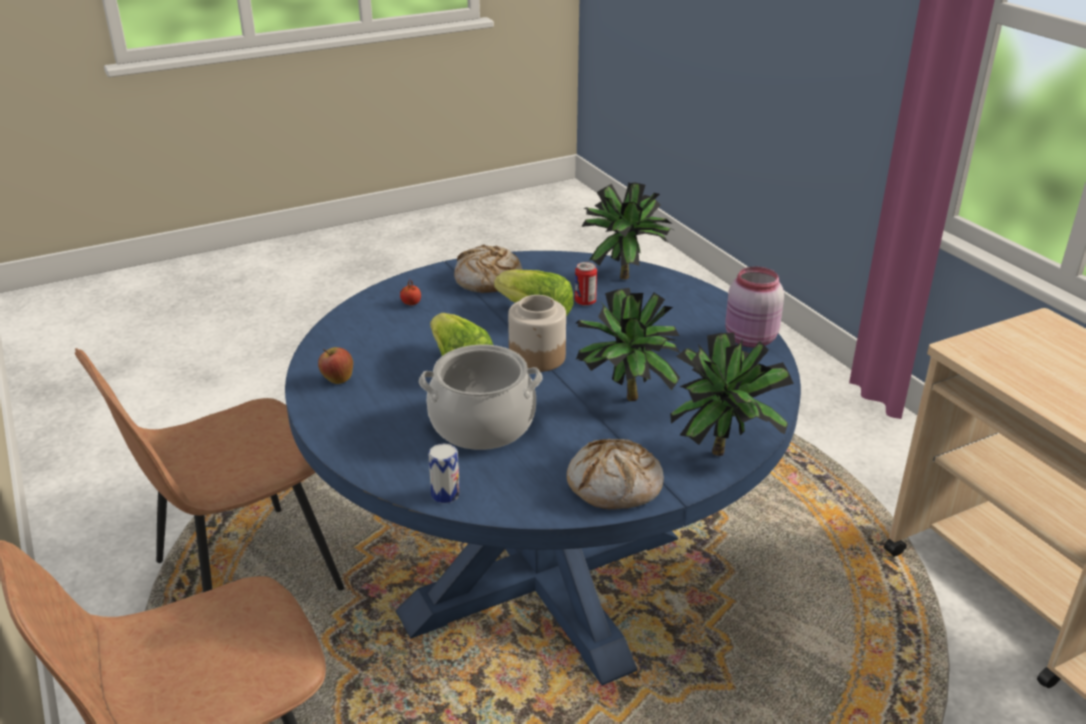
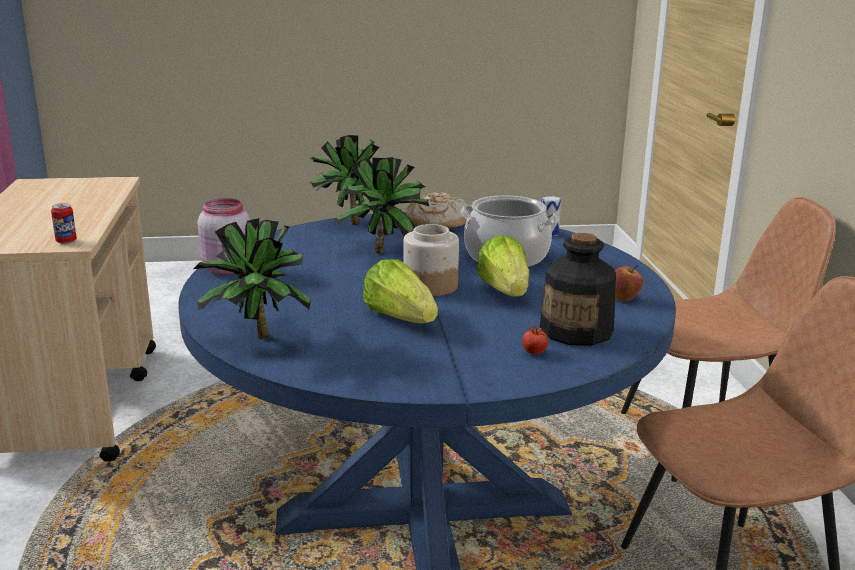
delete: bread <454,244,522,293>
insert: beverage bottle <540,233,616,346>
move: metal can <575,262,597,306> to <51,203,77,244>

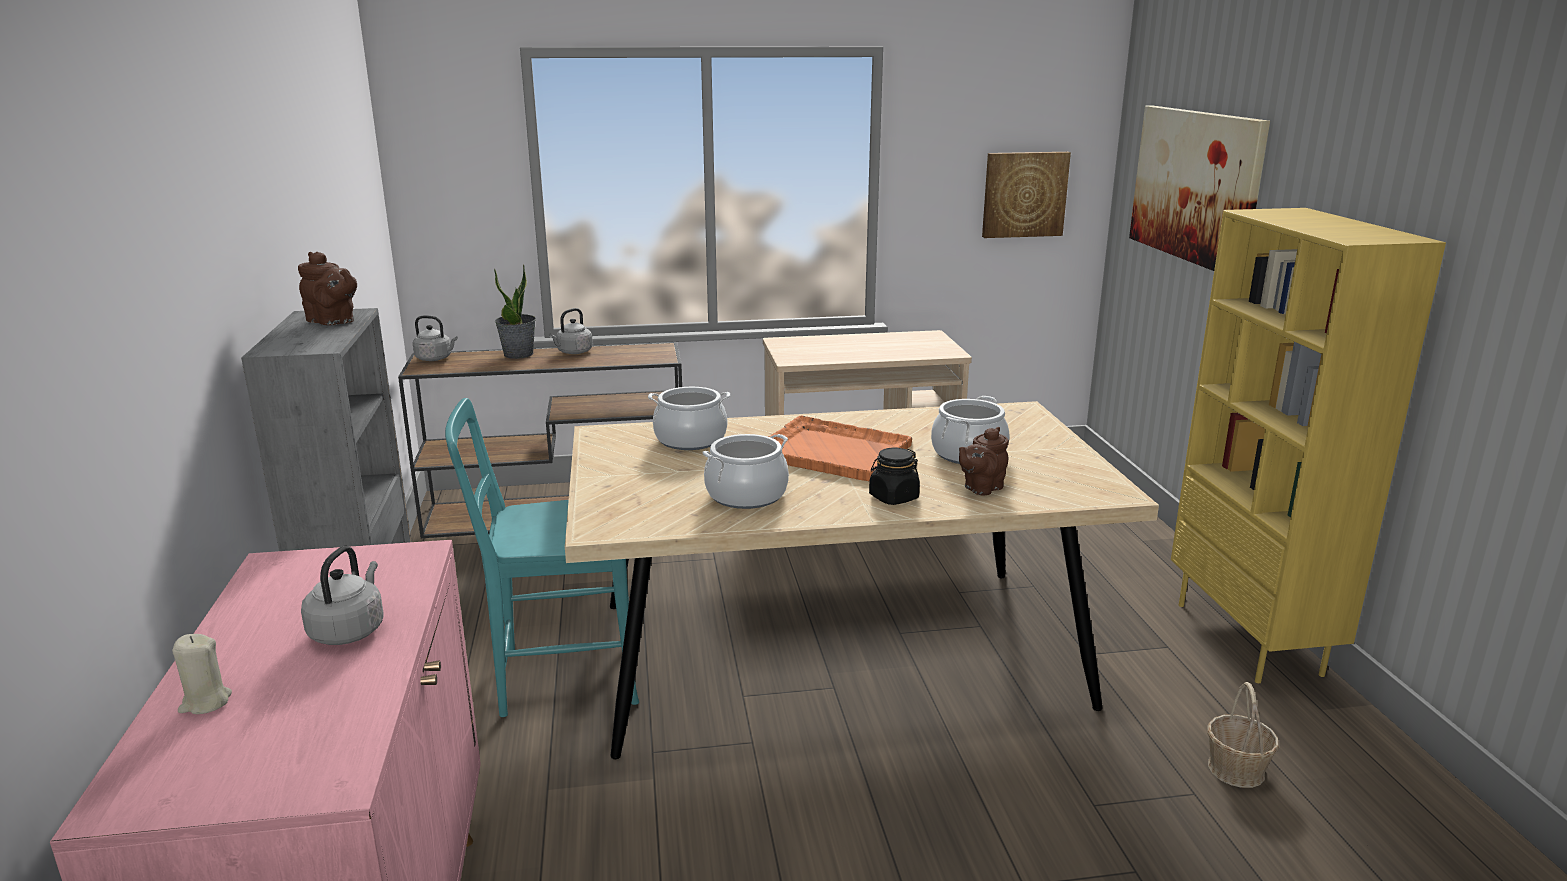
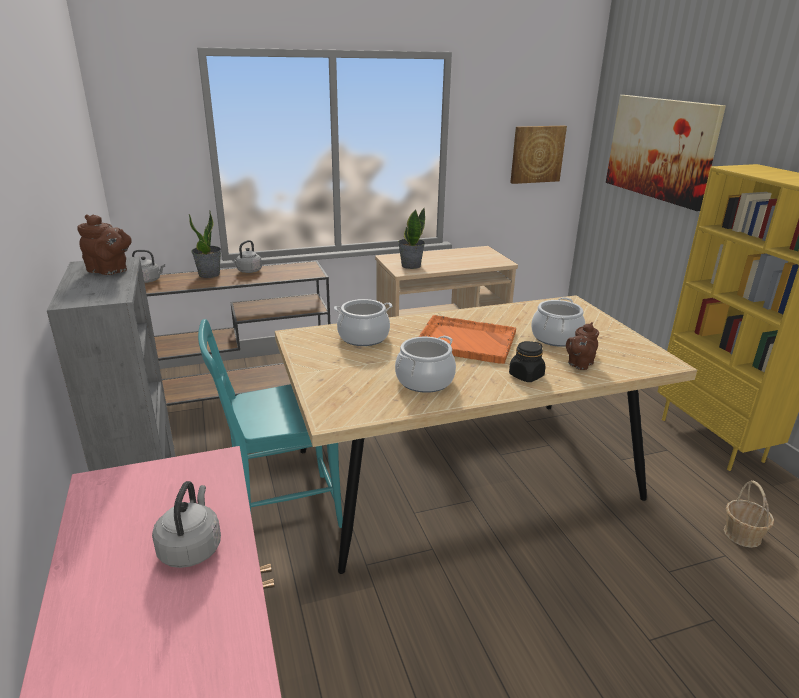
delete: beige-coloured wax candle <172,634,232,714>
insert: houseplant <398,208,425,269>

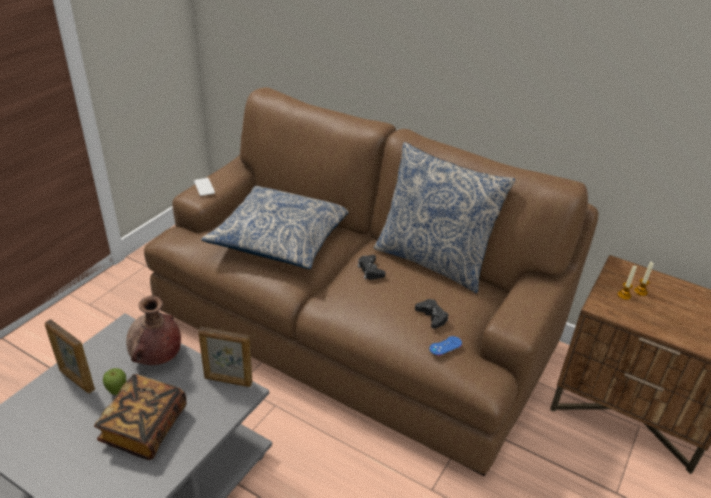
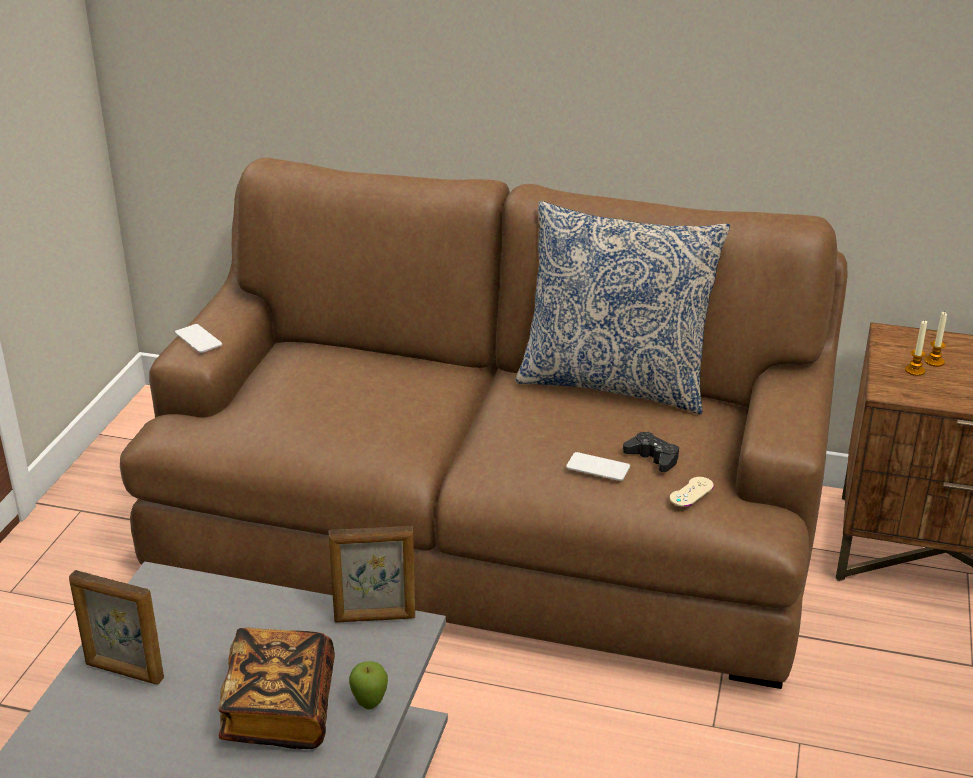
delete: brown decorative vase <126,295,181,365>; cushion <201,186,348,269>; blackish joypad <358,255,385,280>
insert: telephone <566,452,630,481>
move: apple <103,368,126,395> to <349,661,388,710>
recolor: blue joypad <429,336,462,355> to beige-coloured joypad <670,477,714,507>

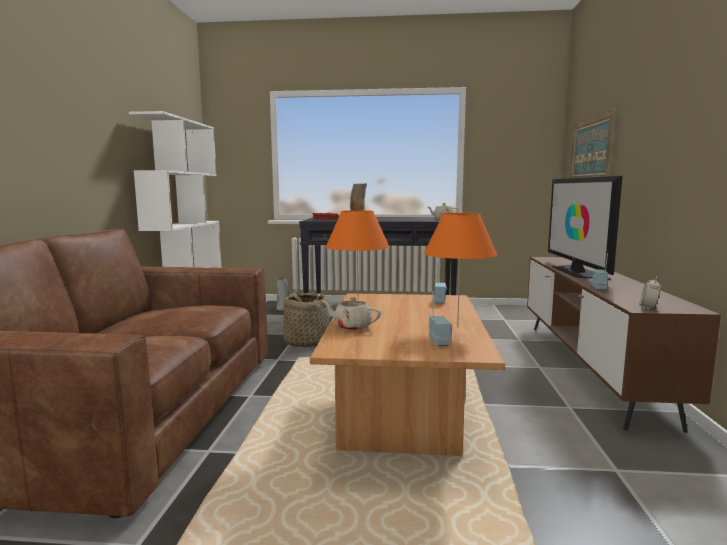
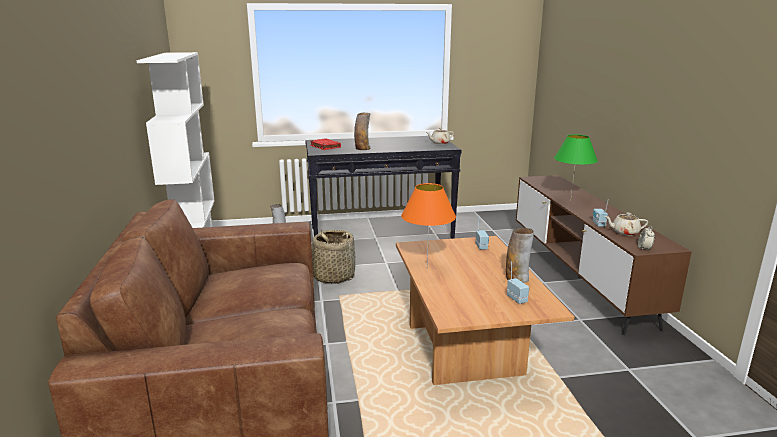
delete: picture <570,109,616,178>
move: beige-coloured teapot <323,297,381,331> to <604,213,648,236>
replace: orange lamp for a table <424,213,497,327> to decorative vase <506,228,534,283>; TV set <548,176,622,280> to greenish lamp for a table <554,134,598,201>

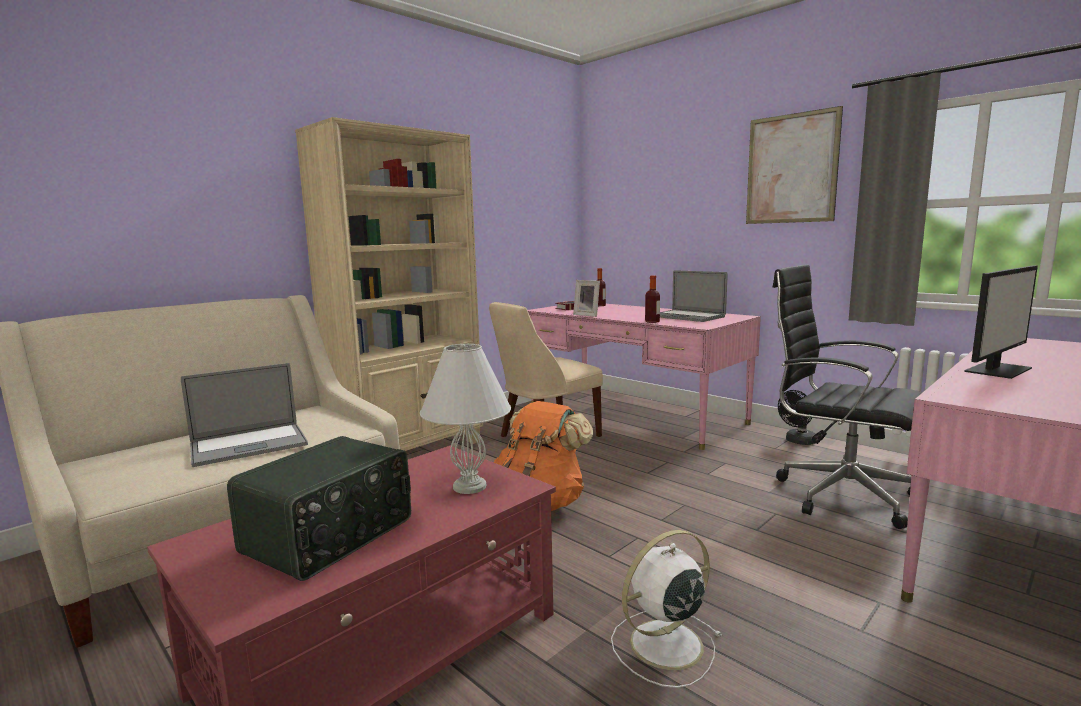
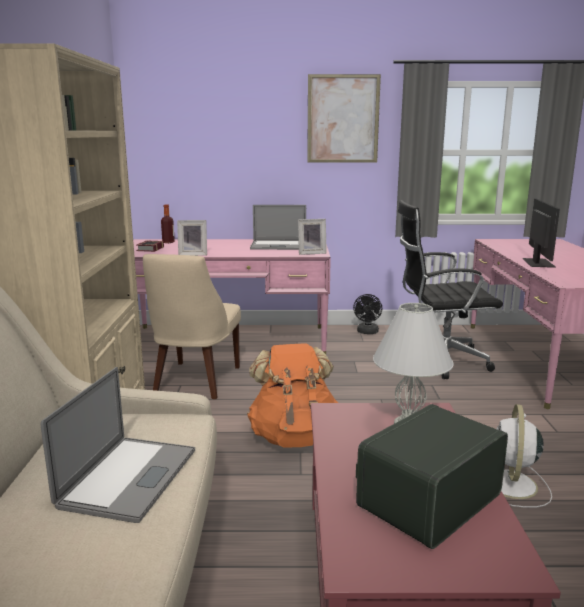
delete: beverage bottle <645,275,660,323>
insert: photo frame <298,219,327,255>
rotate: radio <227,436,411,581> = <356,404,508,549> 120 degrees counterclockwise

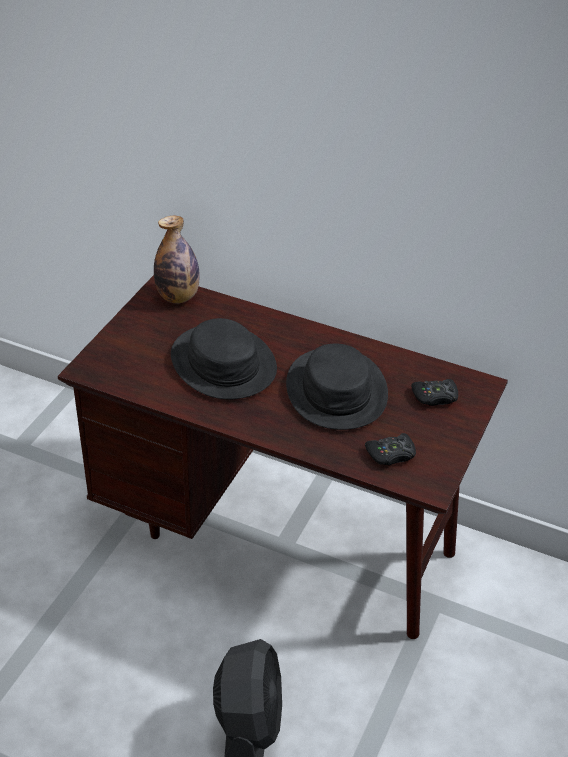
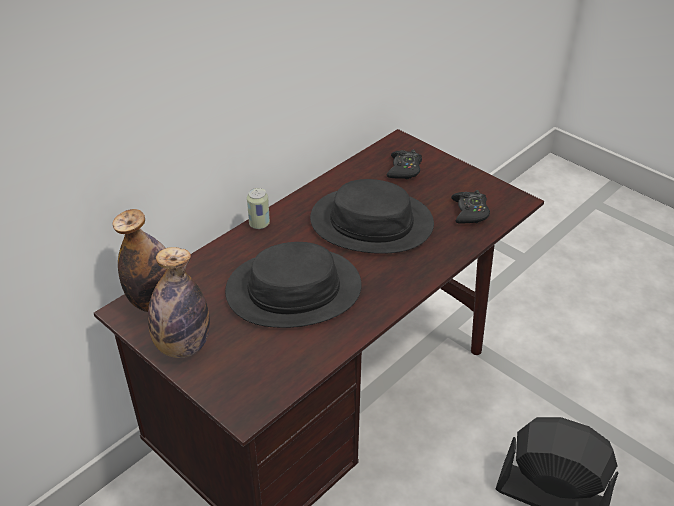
insert: beverage bottle <148,247,210,358>; metal can <247,188,270,229>

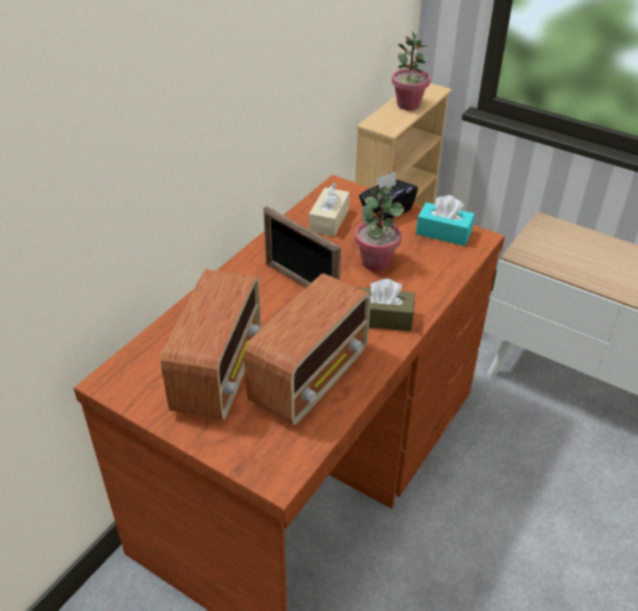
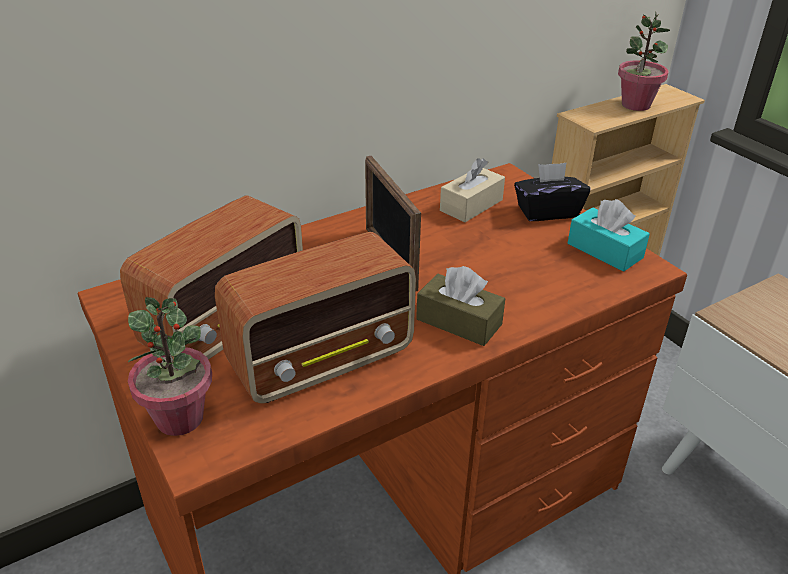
move: houseplant <355,185,404,271> to <128,297,212,436>

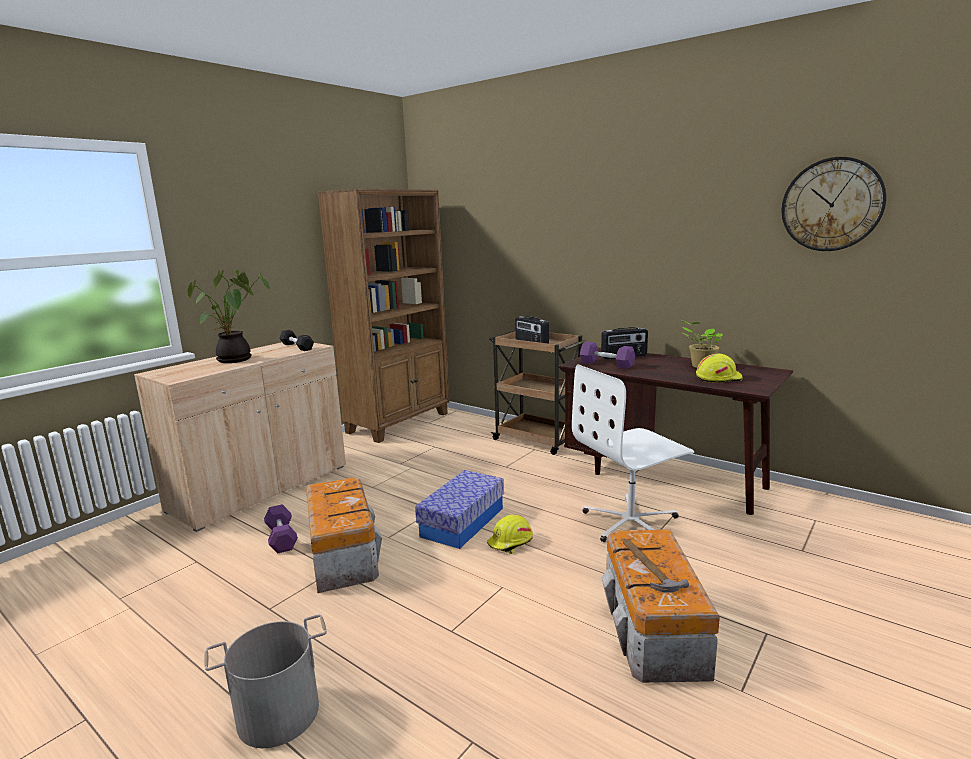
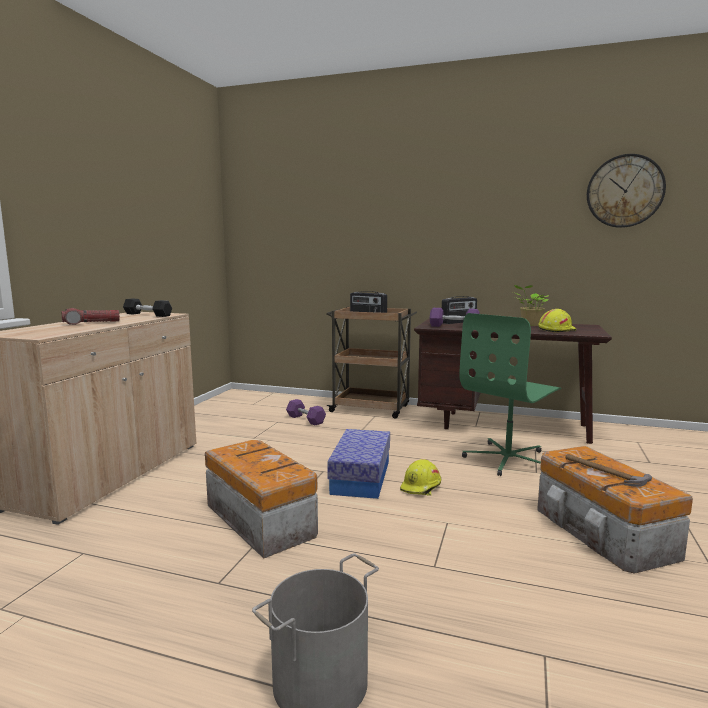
delete: brown bookshelf <318,189,450,443>
move: purple free weight <264,504,298,553> to <286,399,326,425>
replace: houseplant <187,269,271,363> to torch <62,308,120,325>
recolor: white-coloured office chair <572,364,694,542> to greenish office chair <459,313,561,476>

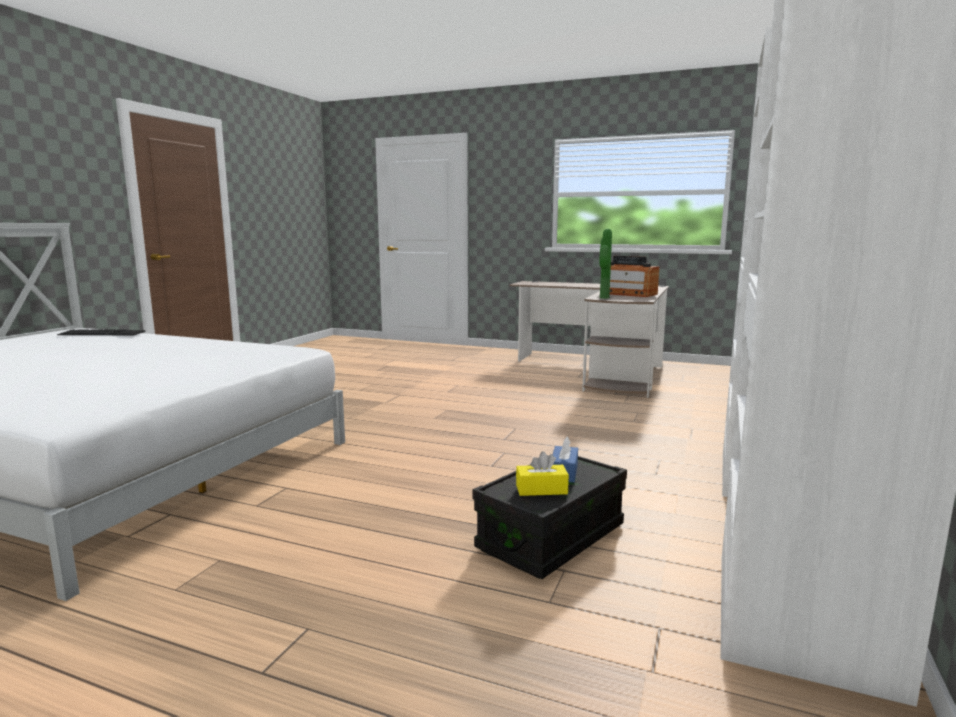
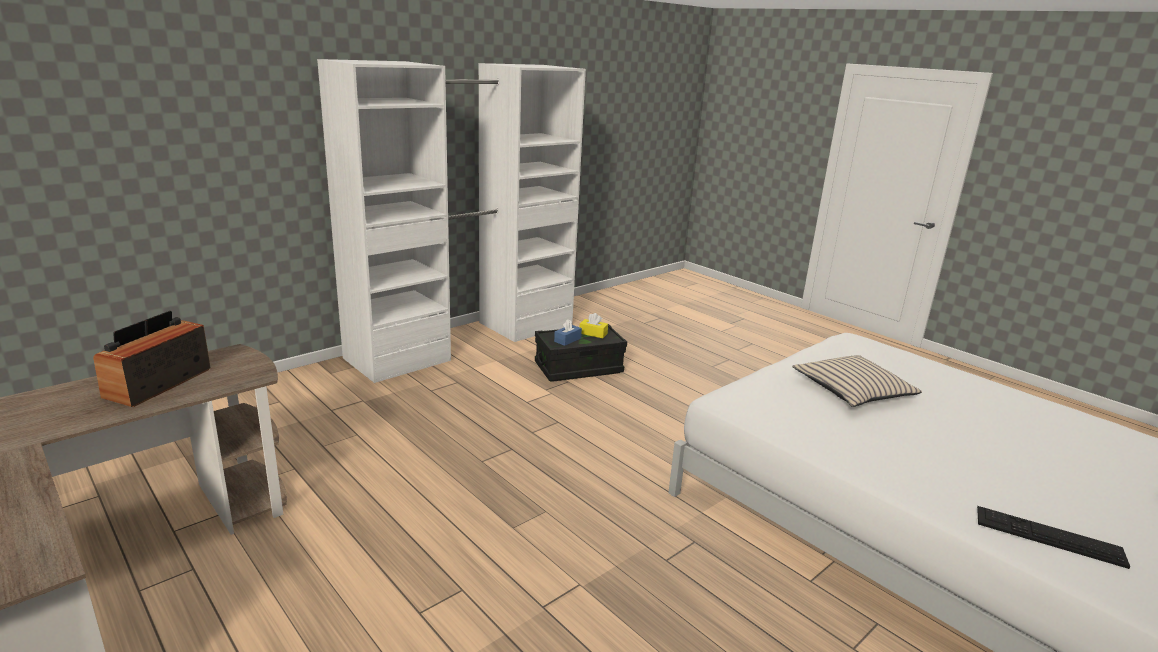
delete: houseplant <599,229,612,299>
insert: beige-coloured cushion <792,355,922,407>
rotate: radio <610,256,659,297> = <93,311,211,407> 135 degrees counterclockwise

